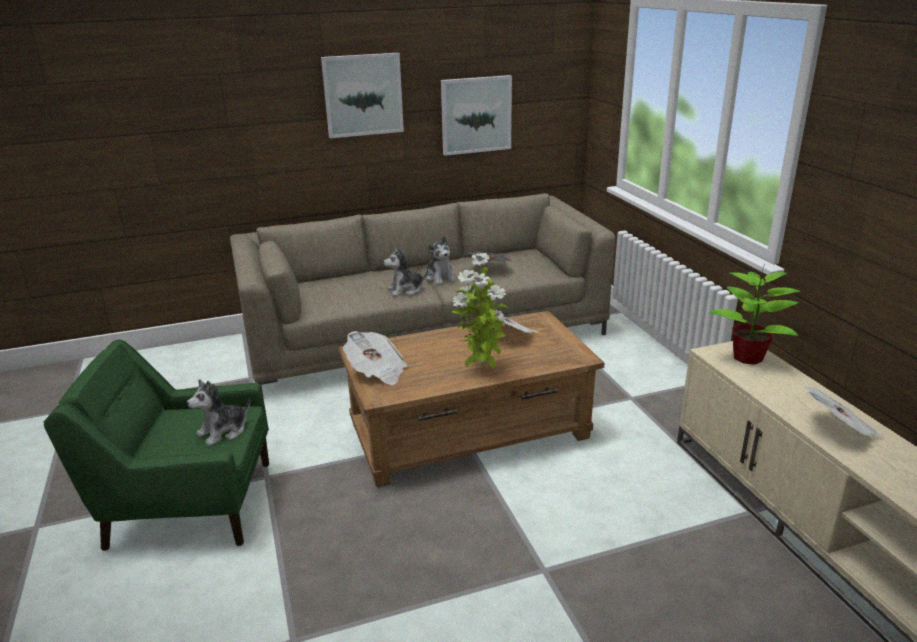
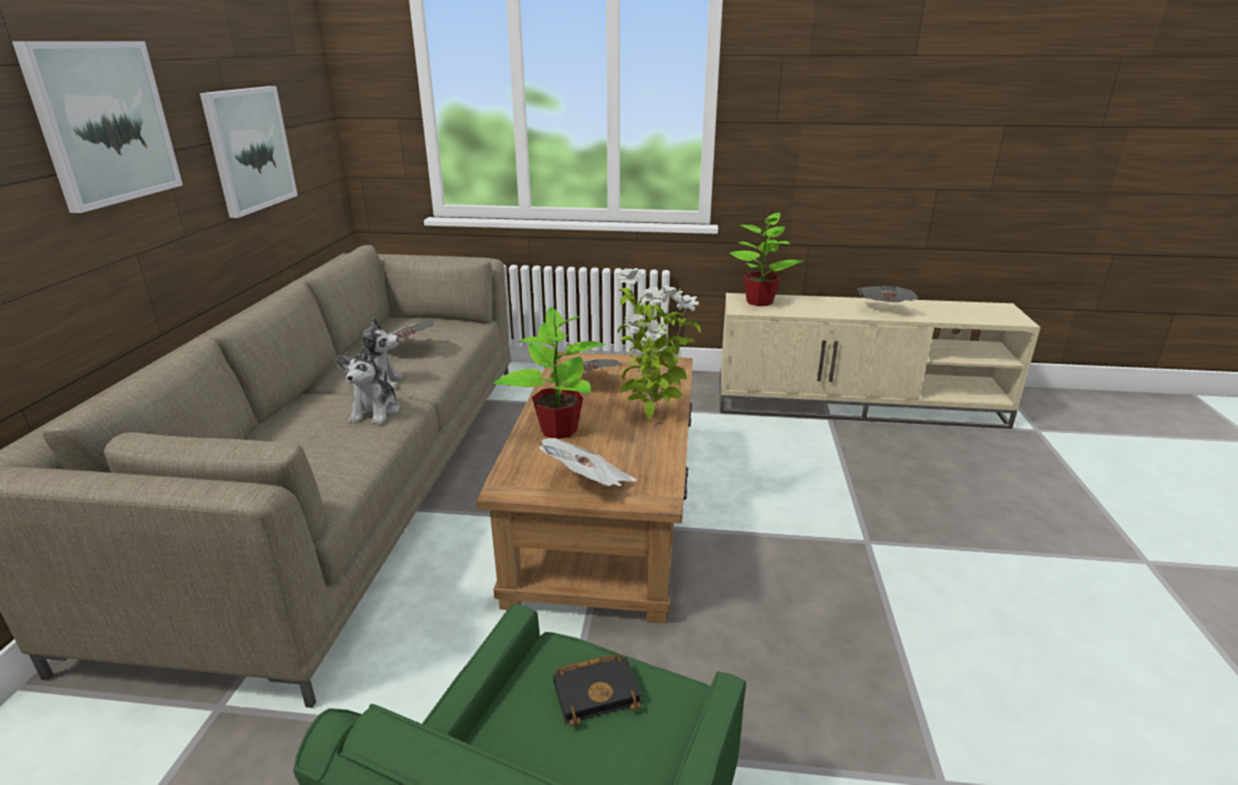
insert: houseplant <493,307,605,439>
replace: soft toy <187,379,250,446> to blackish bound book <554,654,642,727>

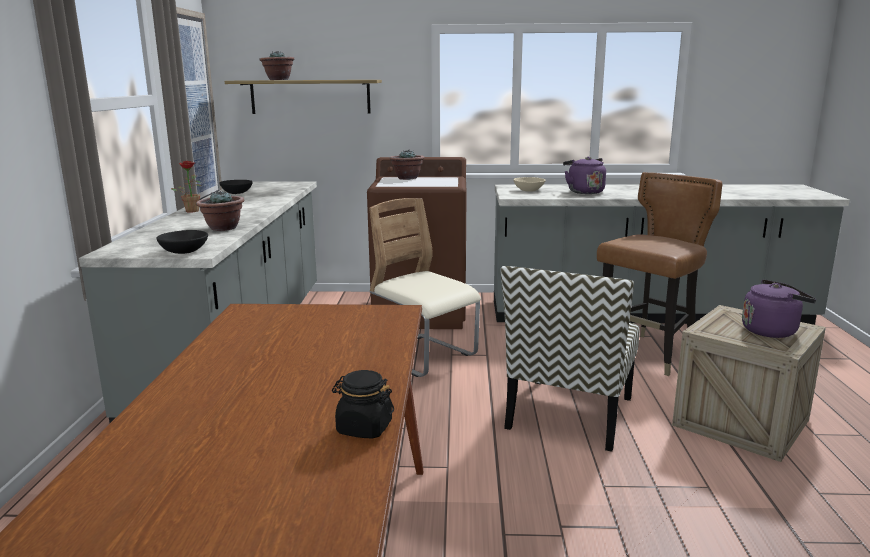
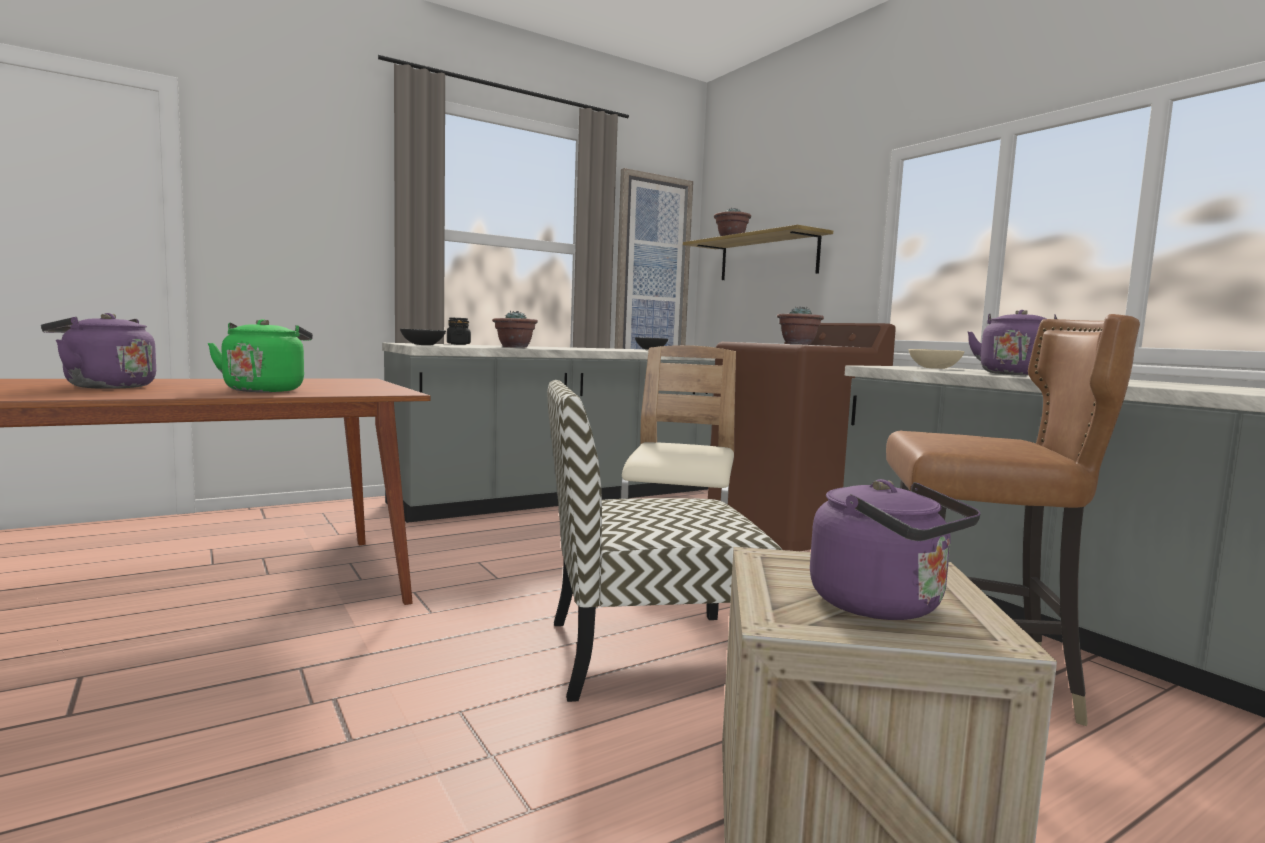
delete: houseplant <171,161,201,212>
insert: purple tea kettle <41,313,156,389>; greenish tea kettle <207,319,313,392>
move: blackish jar <332,370,394,438> to <447,318,471,345>

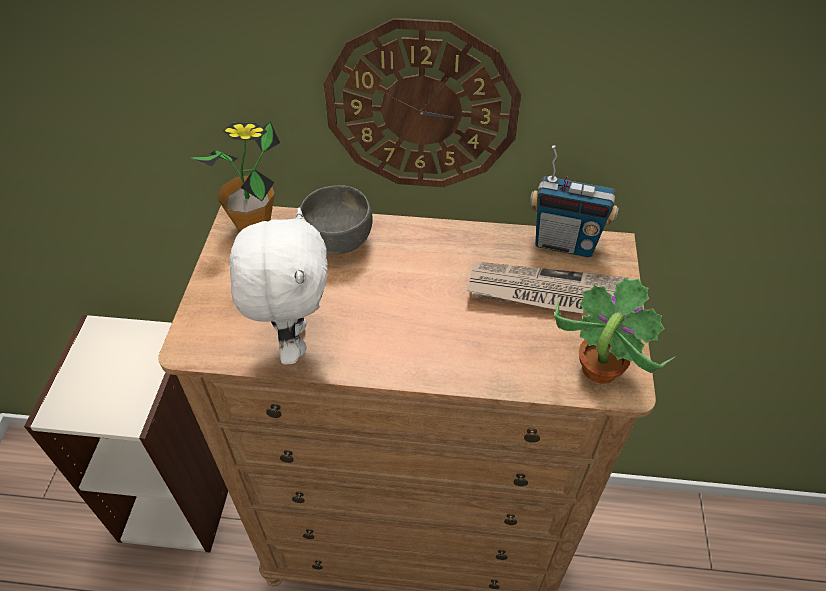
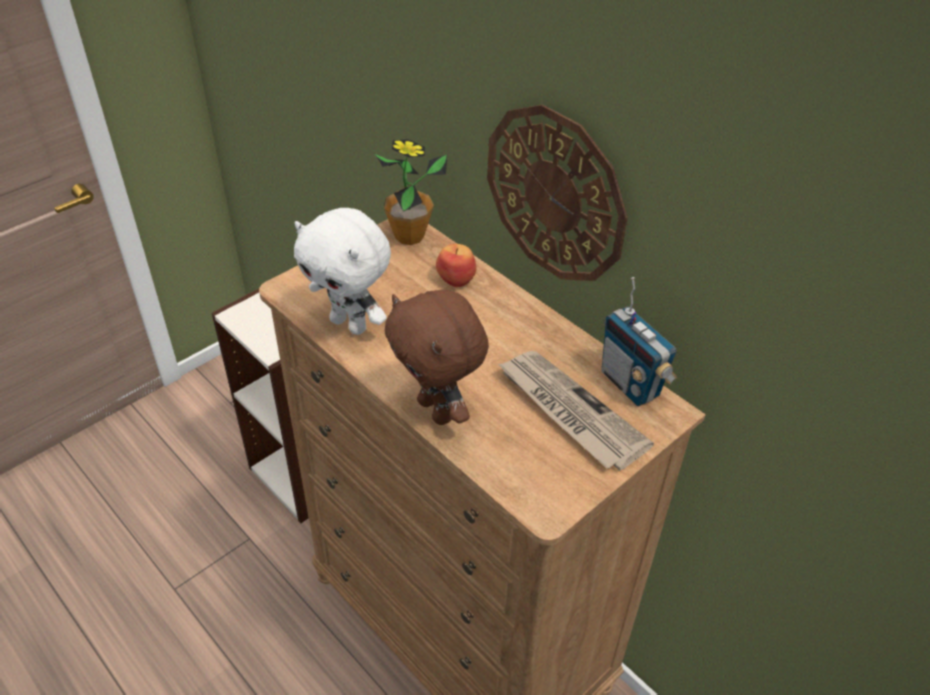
delete: houseplant <554,277,675,384>
insert: brown soft toy <385,290,489,425>
replace: gray deep dish <300,185,372,255> to apple <436,244,476,287>
rotate: white-coloured soft toy <229,208,328,365> = <294,208,391,335> 90 degrees clockwise

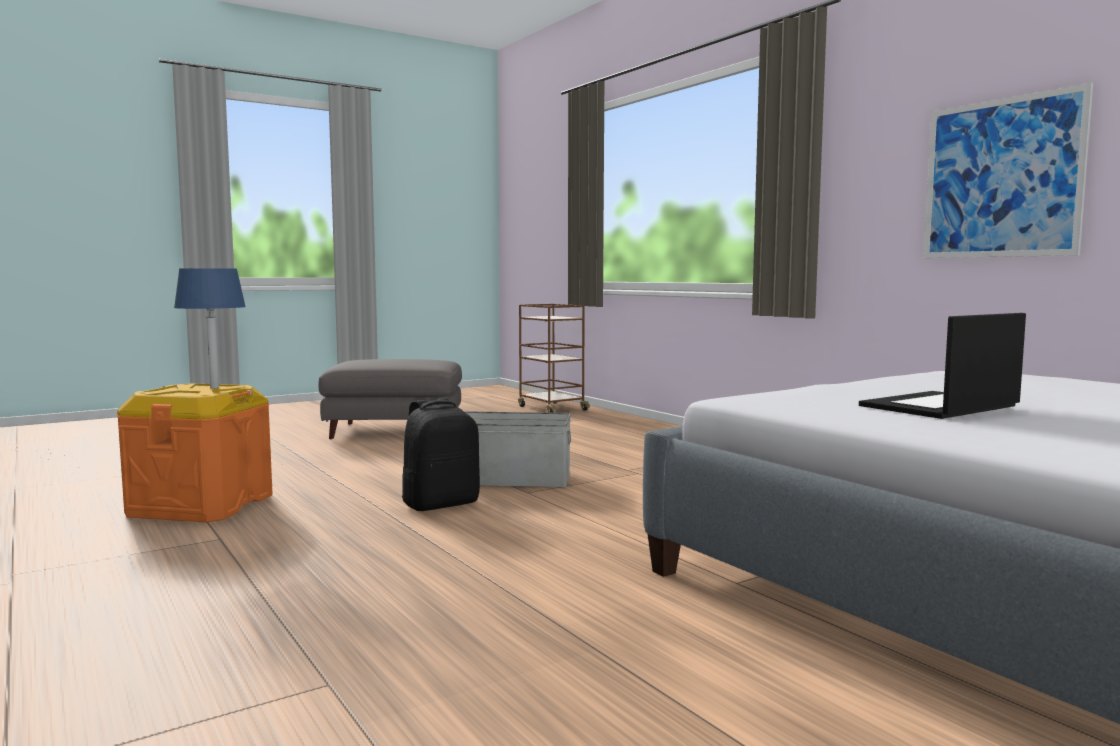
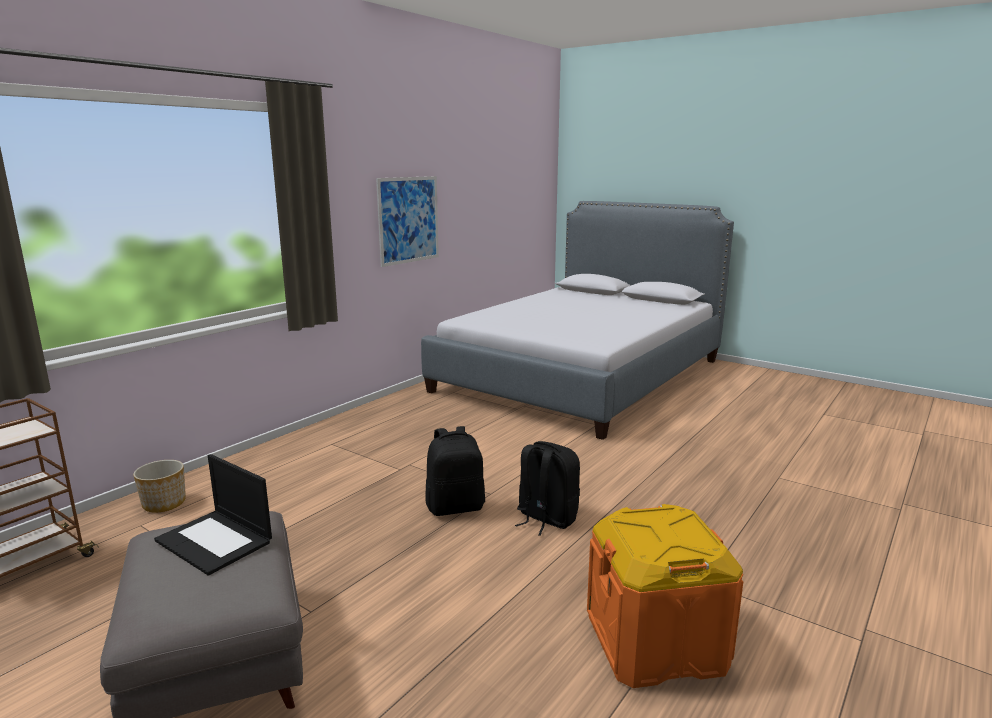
delete: blue lamp for a table <174,268,246,389>
insert: flower pot <133,460,186,513>
move: notebook computer <859,313,1026,419> to <154,454,272,576>
replace: gray storage box <465,411,571,487> to blackish rucksack <426,426,485,516>

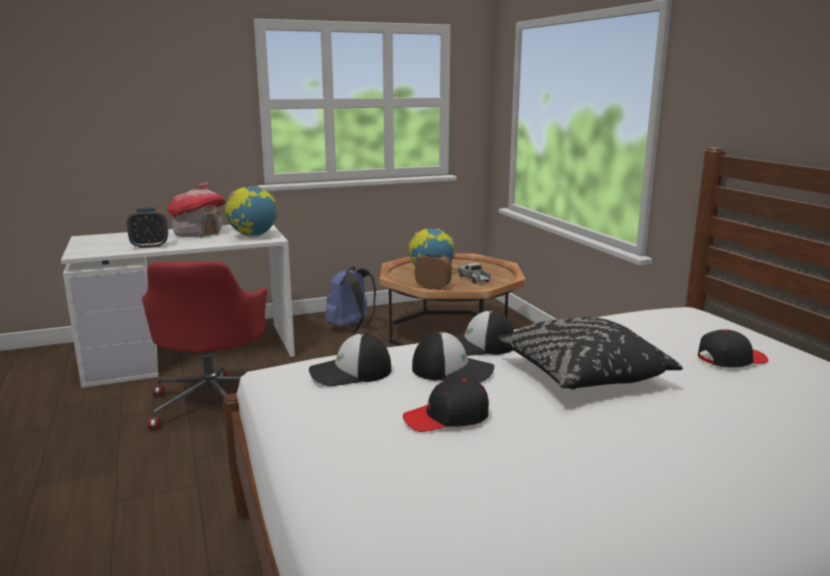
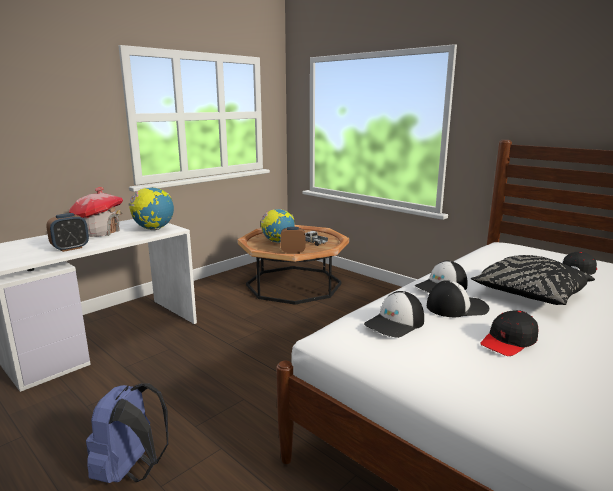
delete: red-coloured office chair <142,261,268,429>
move: blue rucksack <326,267,376,332> to <86,383,168,483>

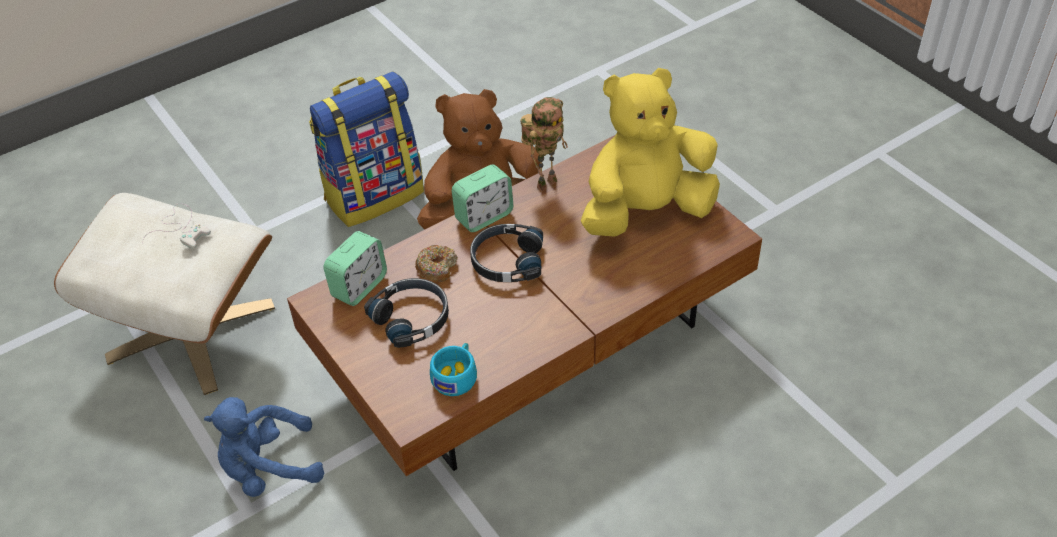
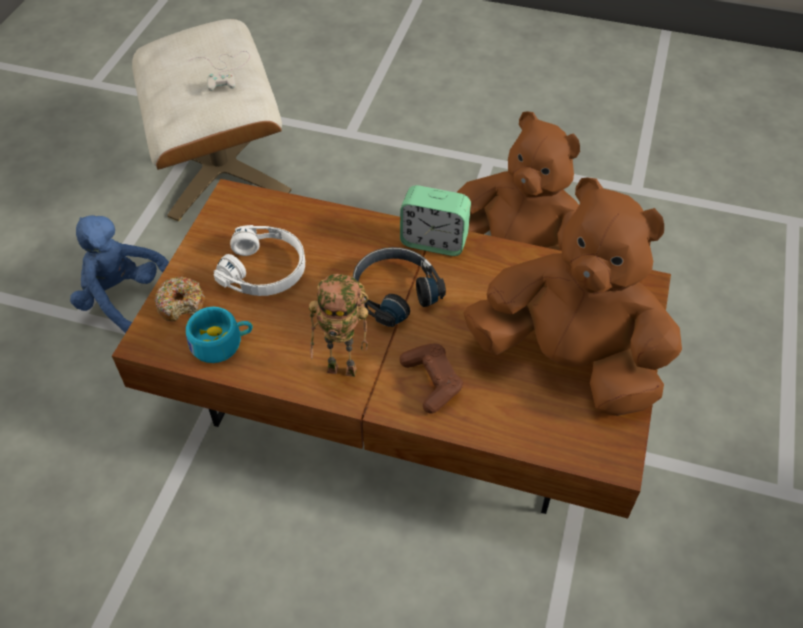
delete: rucksack <309,71,424,227>; table clock <324,231,387,306>
insert: brown joypad <400,343,463,413>
move: ring doughnut <415,245,458,282> to <155,276,205,321>; model robot <520,97,568,191> to <309,274,368,377>
recolor: blackish headphones <364,278,449,348> to white-coloured headphones <214,225,305,296>; yellow soft toy <581,68,720,236> to brown soft toy <463,178,682,416>

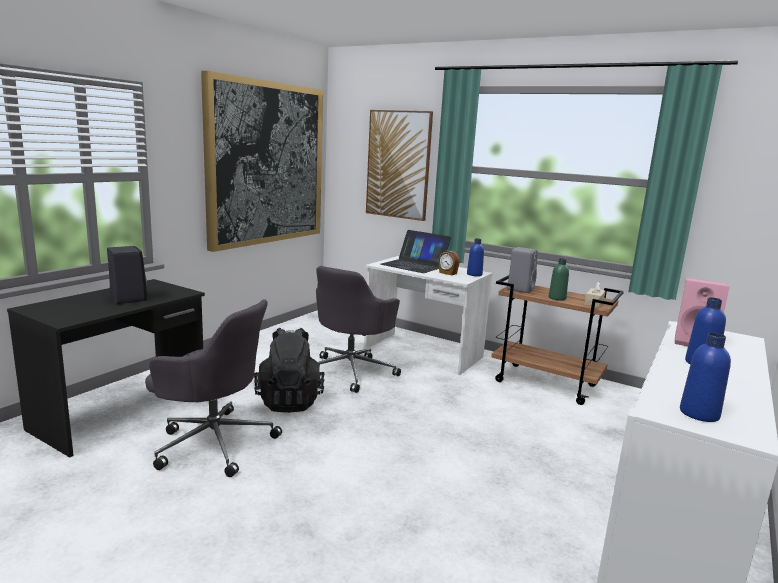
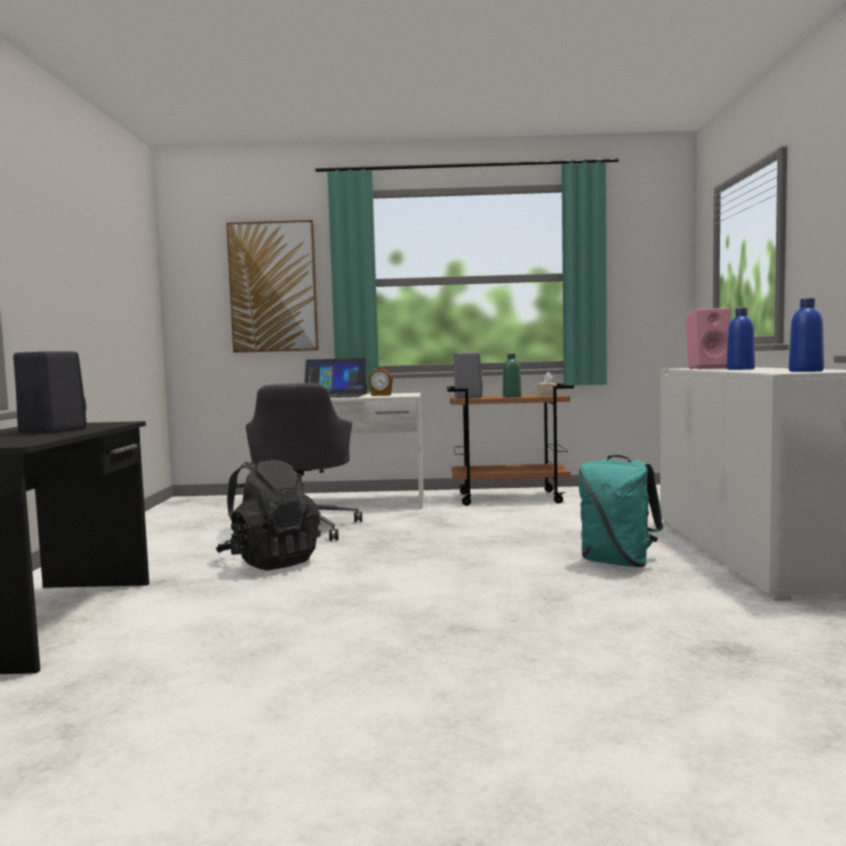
delete: gray office chair <145,299,282,477>; picture <201,71,323,252>; blue beverage bottle <467,238,484,276>
insert: turquoise rucksack <579,455,663,567>

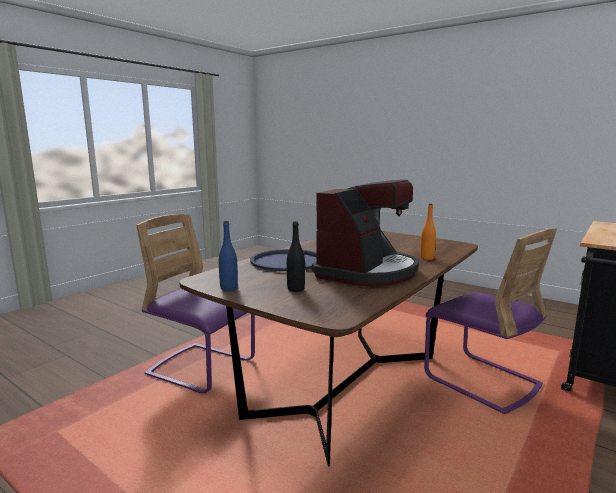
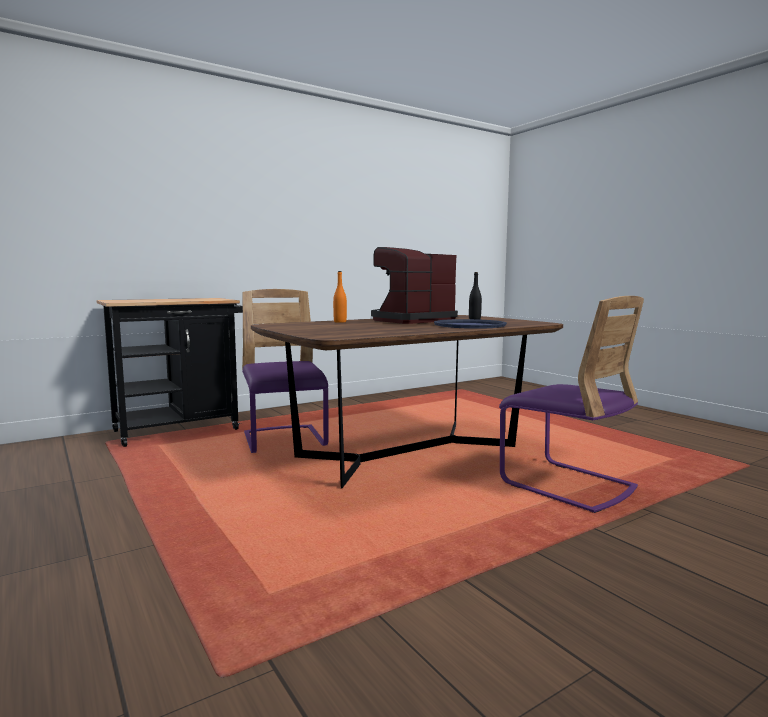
delete: blue beverage bottle <219,221,238,291>

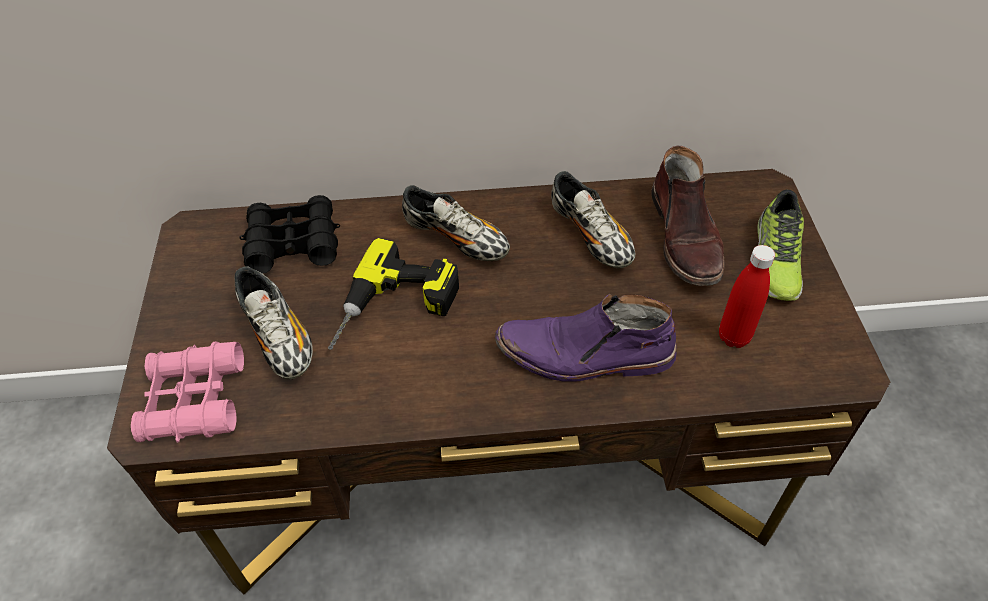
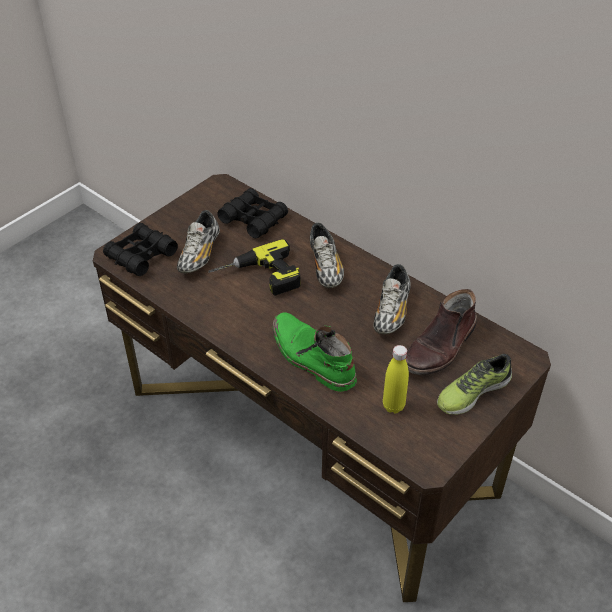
recolor: pink-coloured field glasses <131,342,244,443> to blackish field glasses <103,223,178,276>; purple boot <495,294,677,382> to greenish boot <273,312,357,392>; red-coloured beverage bottle <719,245,775,348> to yellow beverage bottle <383,345,409,413>

